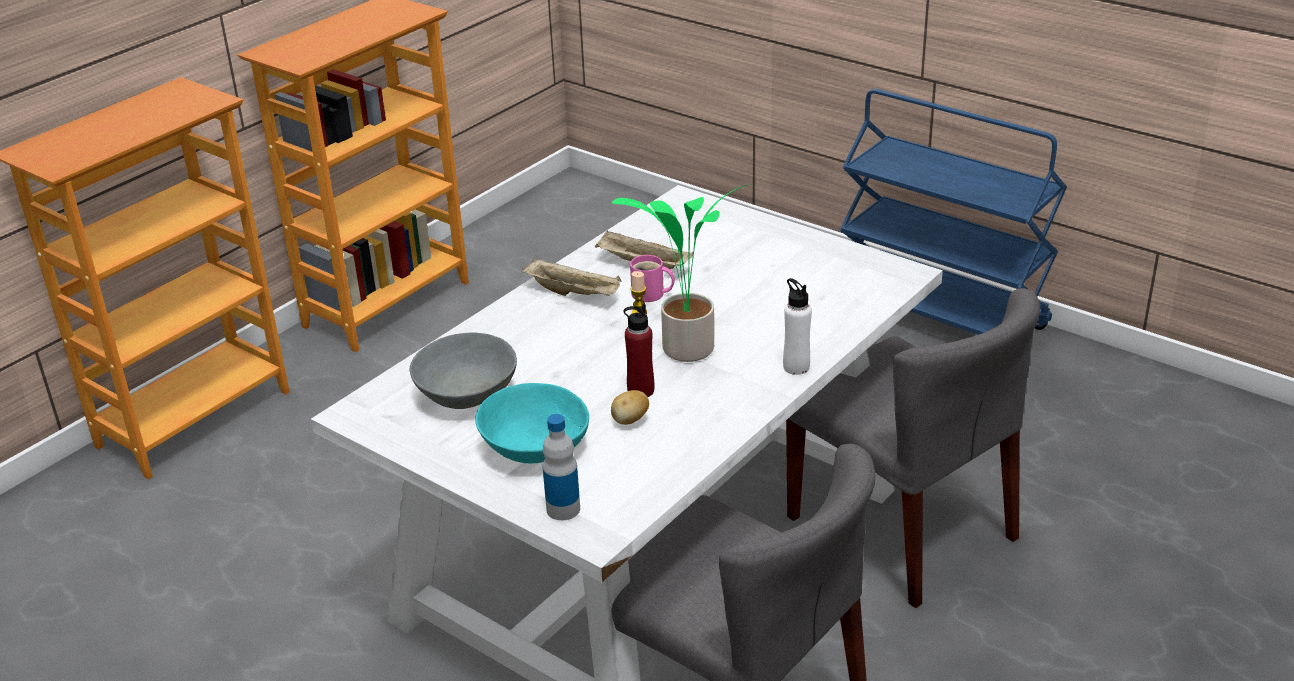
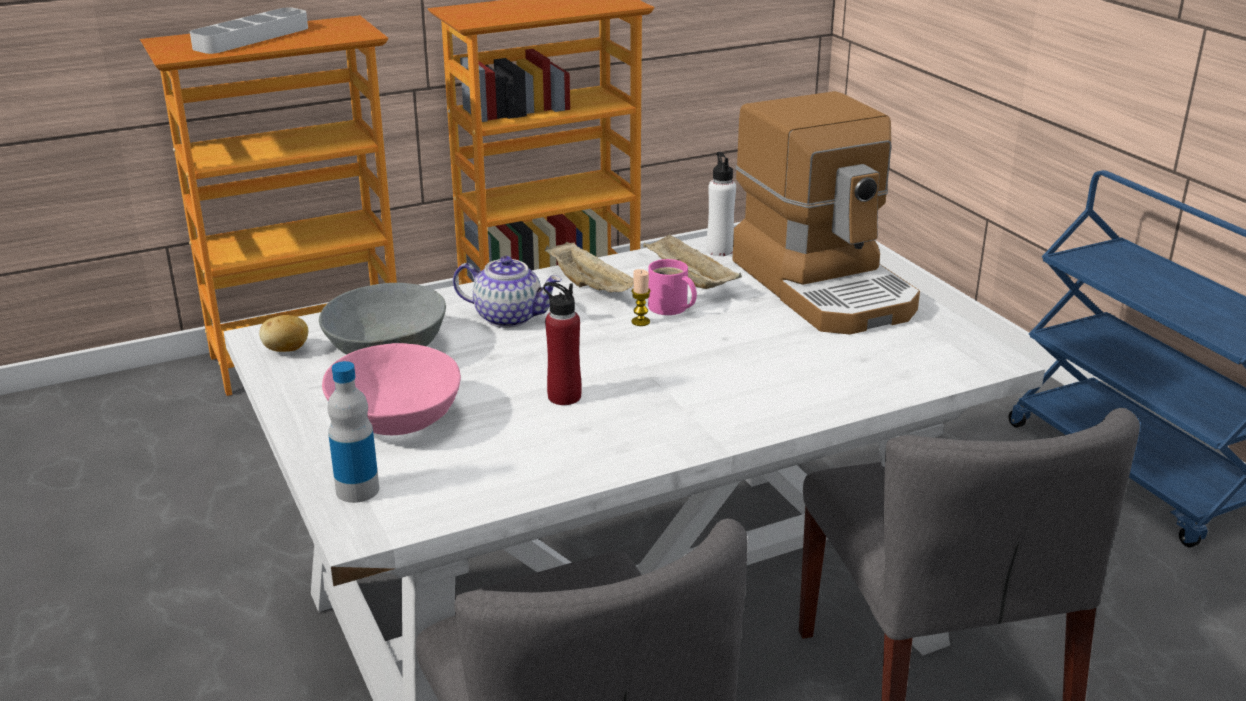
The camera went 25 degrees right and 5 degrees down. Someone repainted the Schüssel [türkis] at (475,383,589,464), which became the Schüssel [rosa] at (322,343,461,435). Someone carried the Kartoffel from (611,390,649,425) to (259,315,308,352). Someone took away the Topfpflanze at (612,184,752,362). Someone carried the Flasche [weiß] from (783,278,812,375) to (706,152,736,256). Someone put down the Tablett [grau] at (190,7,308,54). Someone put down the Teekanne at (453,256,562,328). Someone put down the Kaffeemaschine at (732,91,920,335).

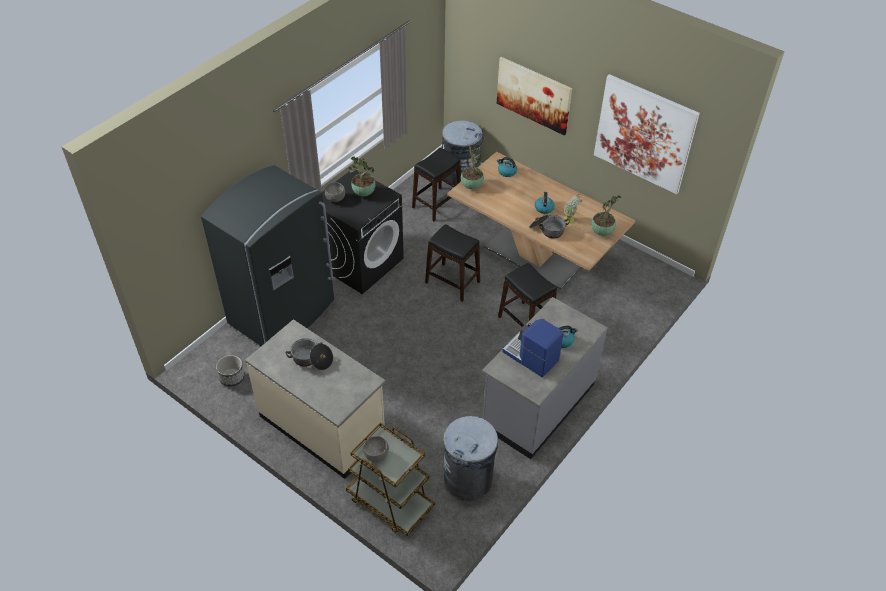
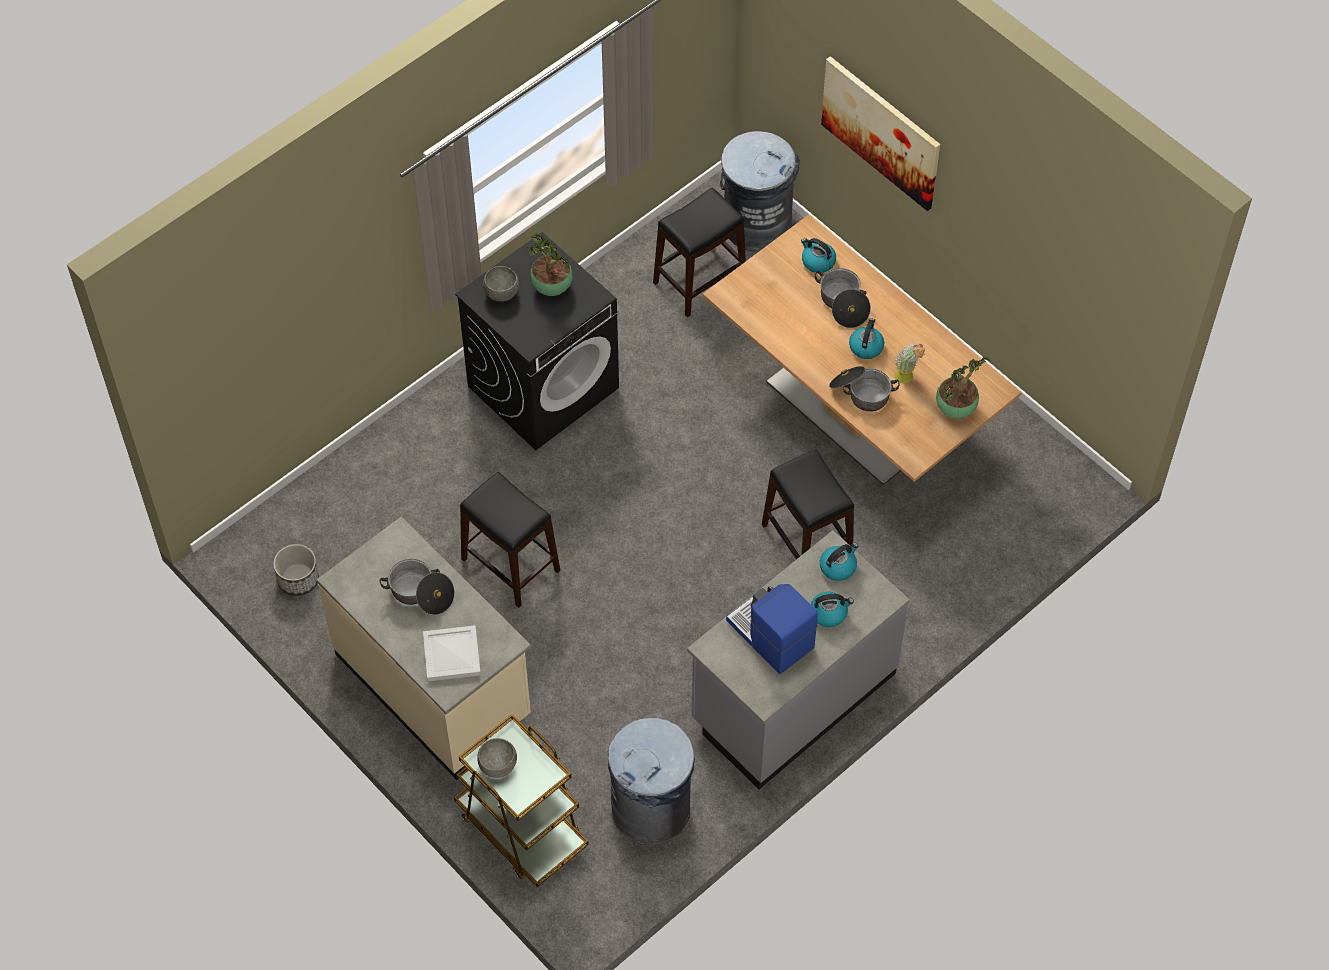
The camera went 10 degrees right and 10 degrees up. Someone took away the Kühlschrank [grau] at (201,165,334,346). Someone carried the Hocker [schwarz] from (425,224,480,302) to (460,472,560,608). Someone took away the Topfpflanze at (461,146,484,189). Someone took away the Bild at (594,74,700,194). Someone put down the Tablett [weiß] at (423,625,481,681). Someone put down the Kochtopf at (815,268,871,328). Someone put down the Wasserkessel at (820,542,858,581).

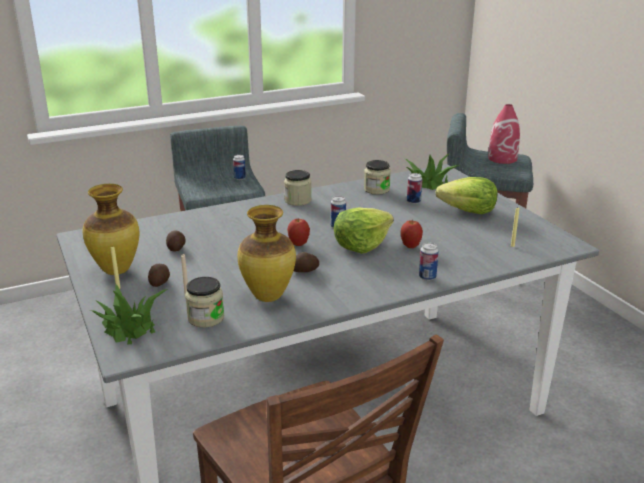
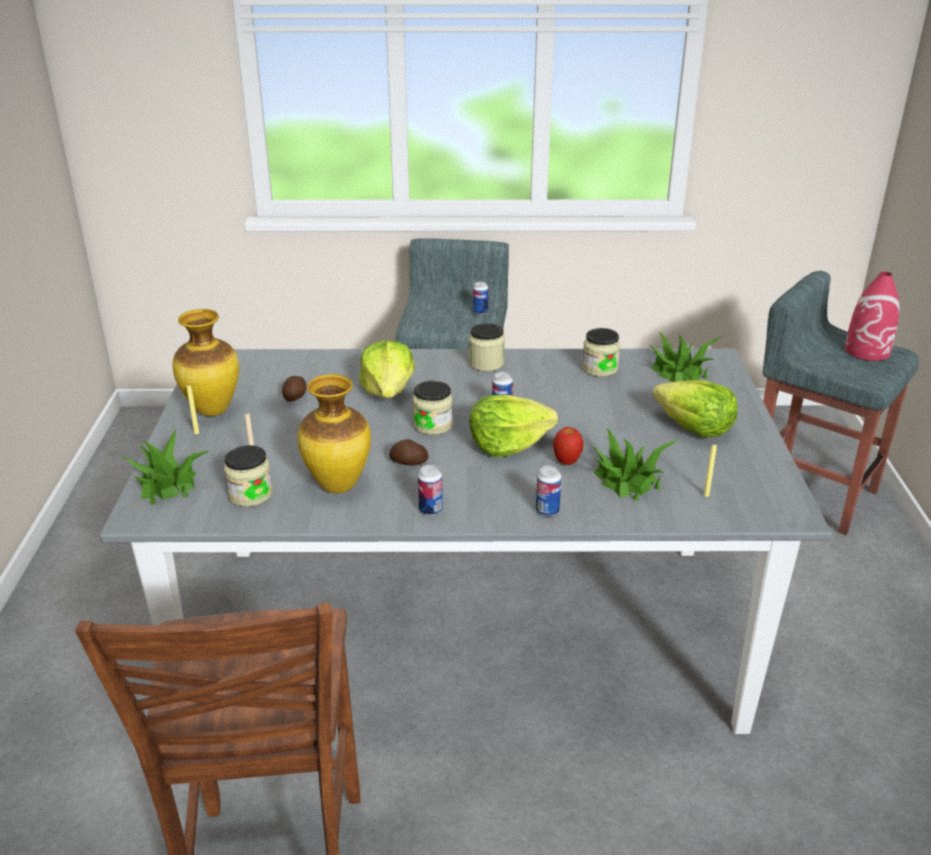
The camera went 25 degrees right and 5 degrees up. Someone took away the Kartoffel at (148,263,170,287). Someone swapped the Apfel at (287,219,310,246) for the Vorratsglas at (412,381,453,435). Someone carried the Dose from (407,173,423,204) to (418,465,443,516). Someone put down the Salatkopf at (359,340,415,398). Someone put down the Topfpflanze at (593,429,678,501).

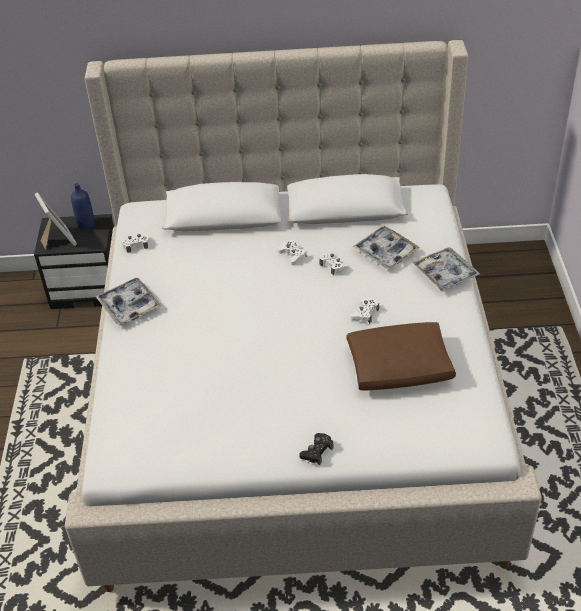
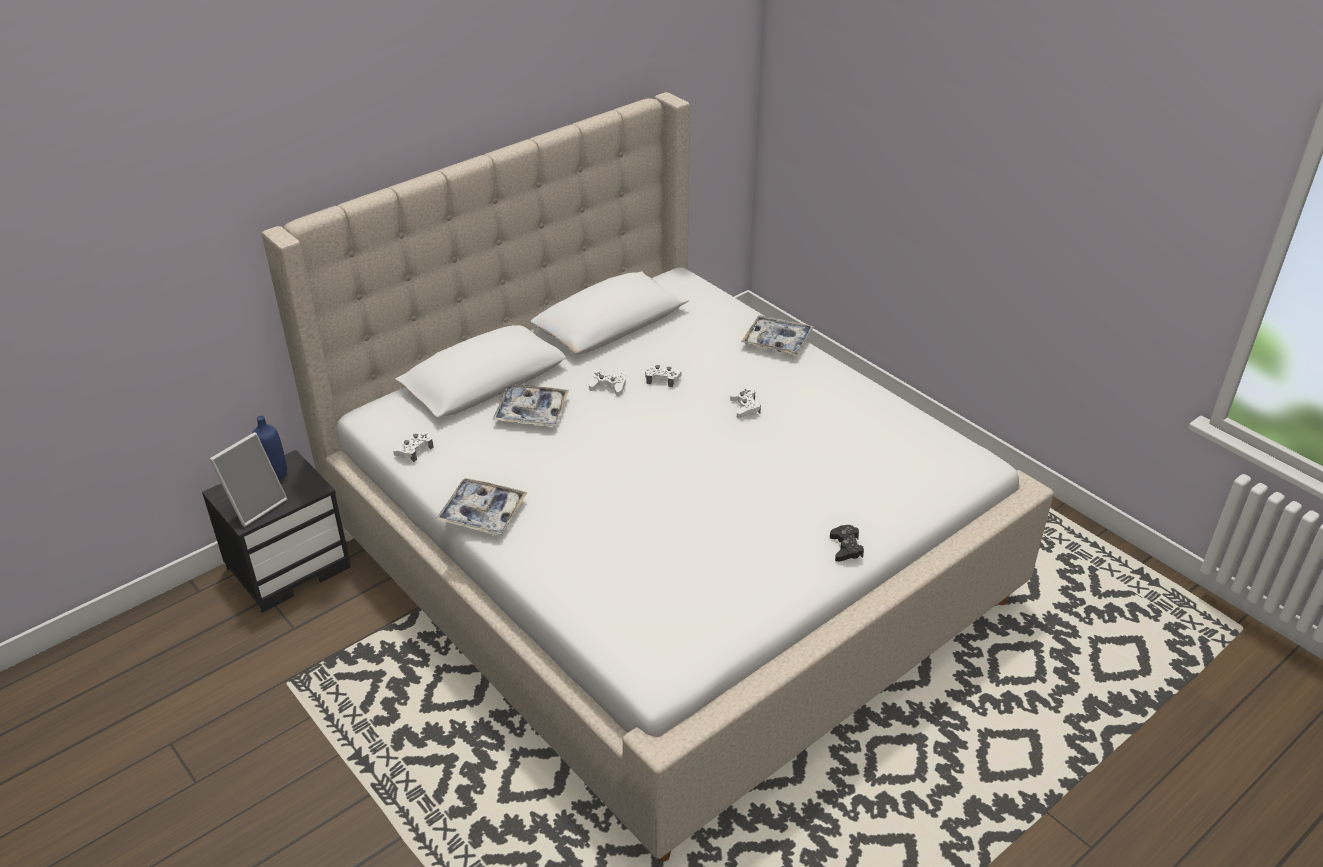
The camera went 40 degrees left and 5 degrees down. Someone rotated the Bilderrahmen at (34,192,77,250) by 105 degrees clockwise. Someone took away the Kissen [braun] at (347,322,456,391). Someone carried the Tablett from (353,226,420,269) to (493,384,569,427).

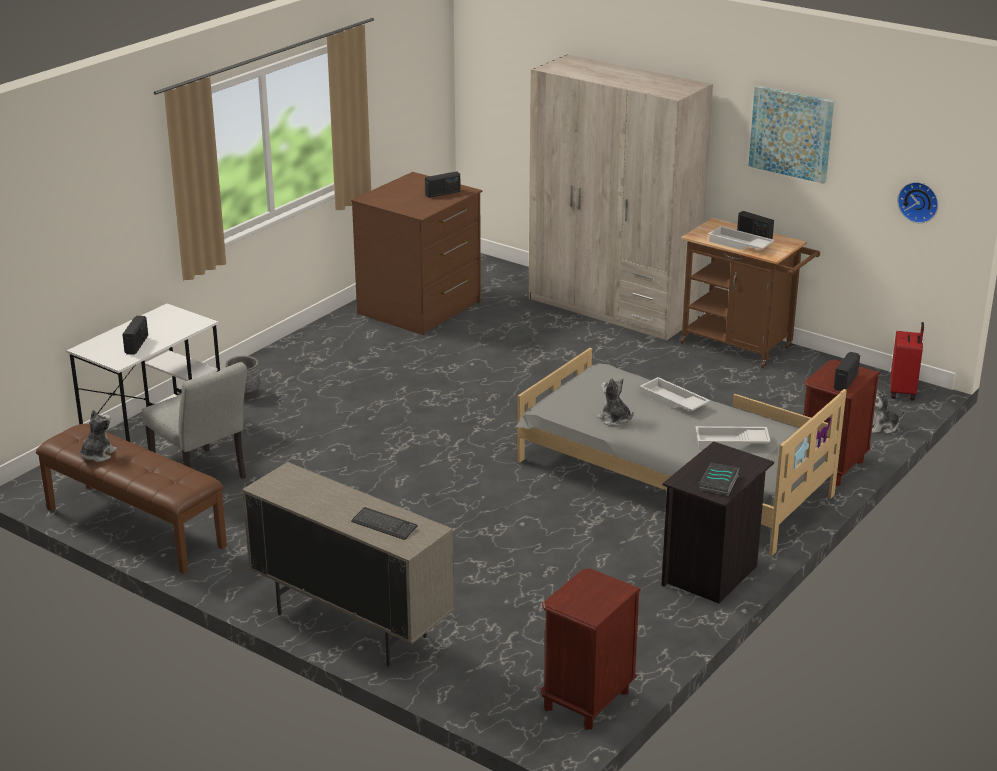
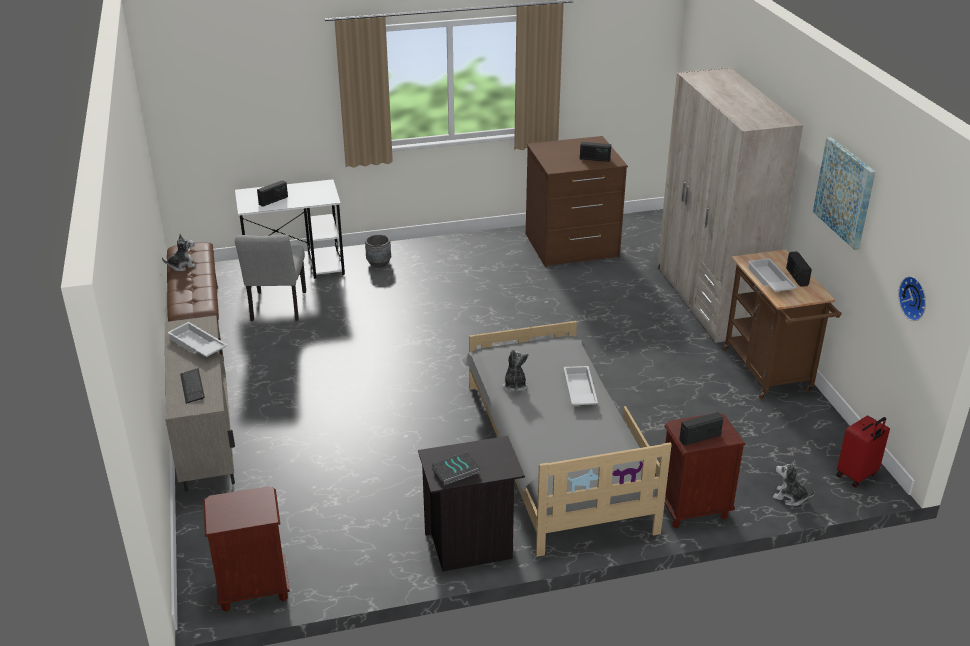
The camera went 40 degrees right and 5 degrees up. Someone carried the Tablett [weiß] from (695,426,771,449) to (167,322,227,357).

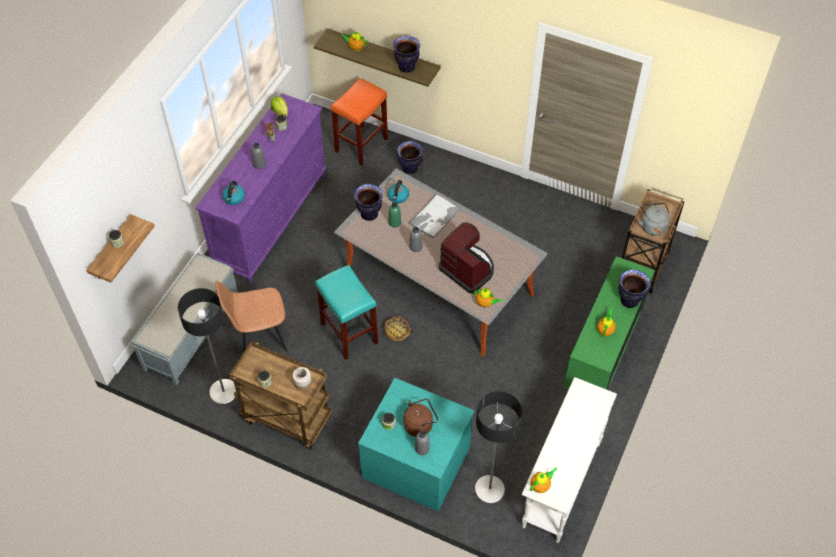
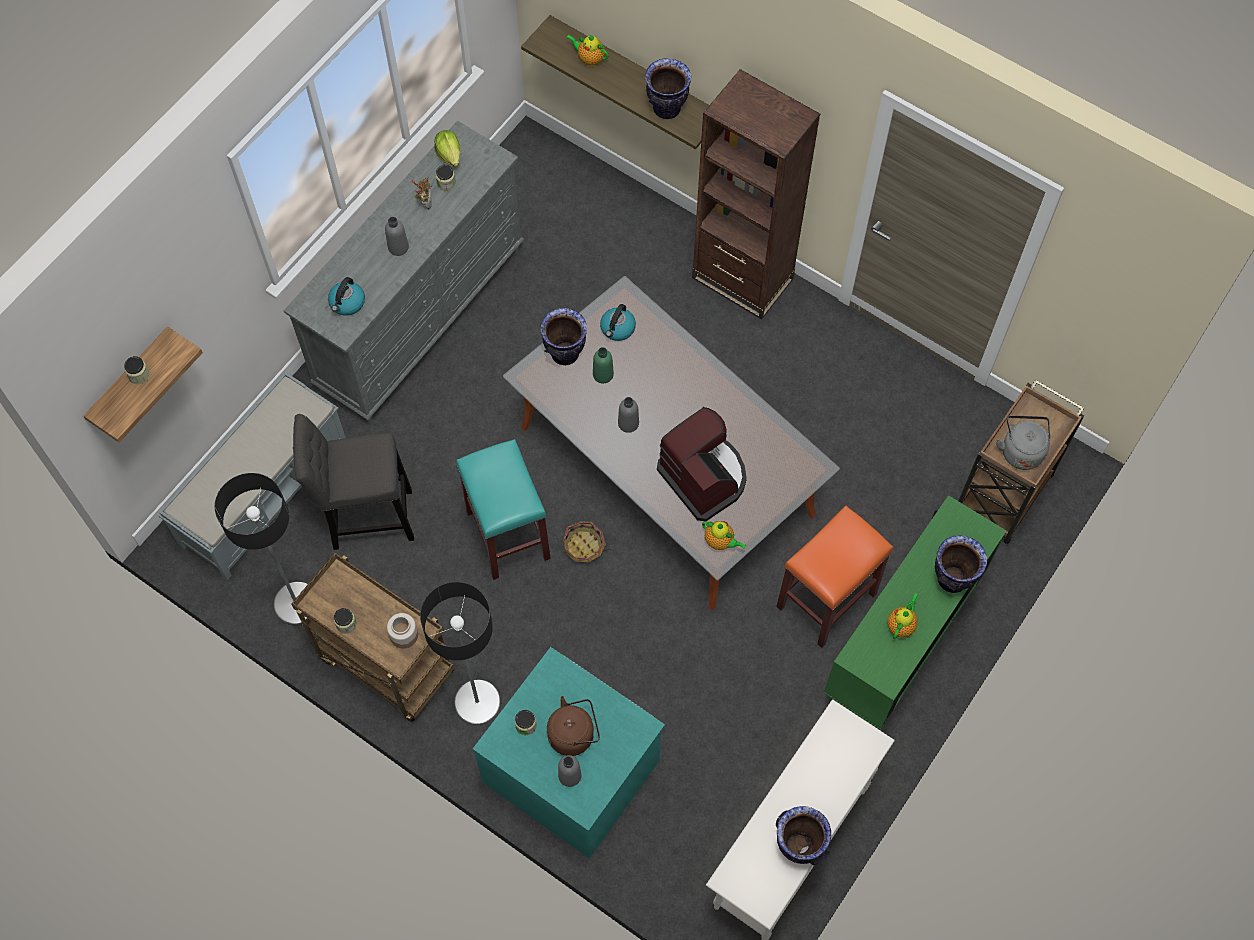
The camera went 10 degrees right and 10 degrees up. Someone repainted the Kommode [lila] at (195,93,327,284), which became the Kommode [grau] at (284,121,524,424). Someone swapped the Stuhl [braun] at (215,281,287,352) for the Hocker [grau] at (293,414,414,550). Someone carried the Hocker [orange] from (331,78,388,166) to (776,506,893,648). Someone carried the Vase from (397,141,423,174) to (776,806,831,865). Someone took away the Tablett at (409,194,461,239). Someone carried the Stehlampe from (474,391,522,504) to (420,582,501,725). Someone took away the Teekanne at (530,467,557,493). Someone put down the Bücherregal [braun] at (692,69,820,320).

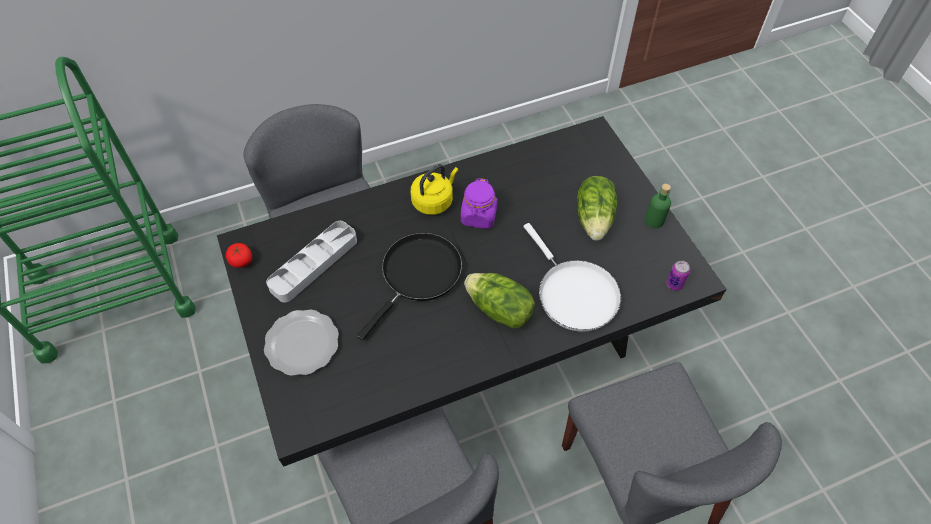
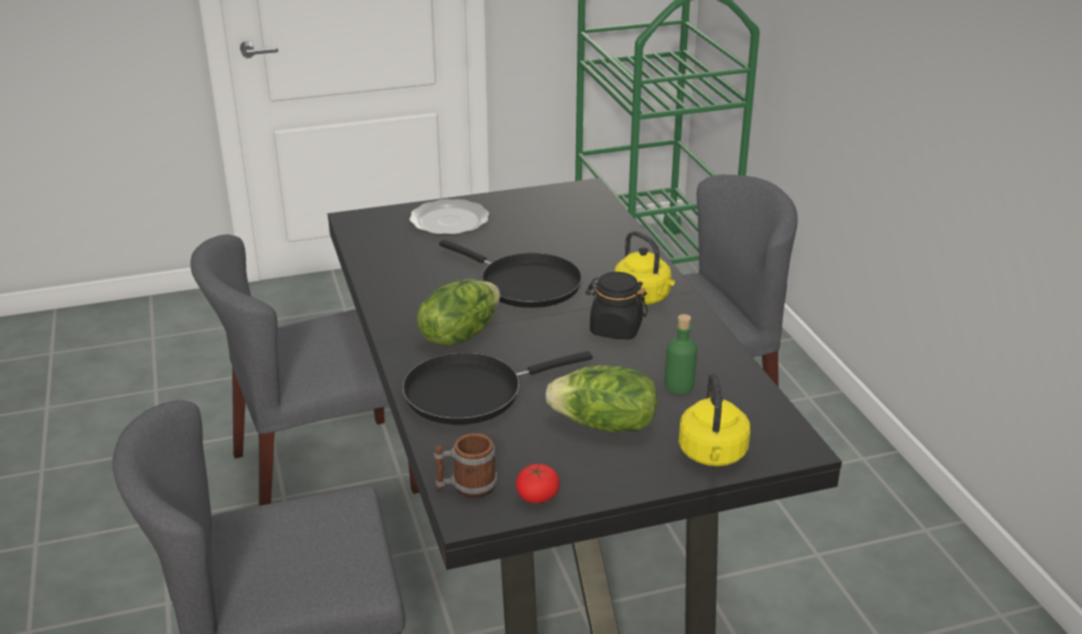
The camera went 95 degrees right and 25 degrees down. Someone carried the Tomate from (226,243,252,268) to (516,464,560,503). Someone took away the Tablett [grau] at (266,221,357,303). Someone repainted the Vorratsglas [lila] at (461,178,498,229), which became the Vorratsglas [schwarz] at (585,272,648,340). Someone repainted the Pfanne [weiß] at (523,223,621,332), which became the Pfanne [schwarz] at (402,351,593,425). Someone carried the Flasche [grün] from (645,184,671,228) to (664,314,697,394). Someone swapped the Dose at (666,260,690,291) for the Henkelbecher at (434,433,497,498). Someone put down the Wasserkessel [gelb] at (679,373,750,466).

